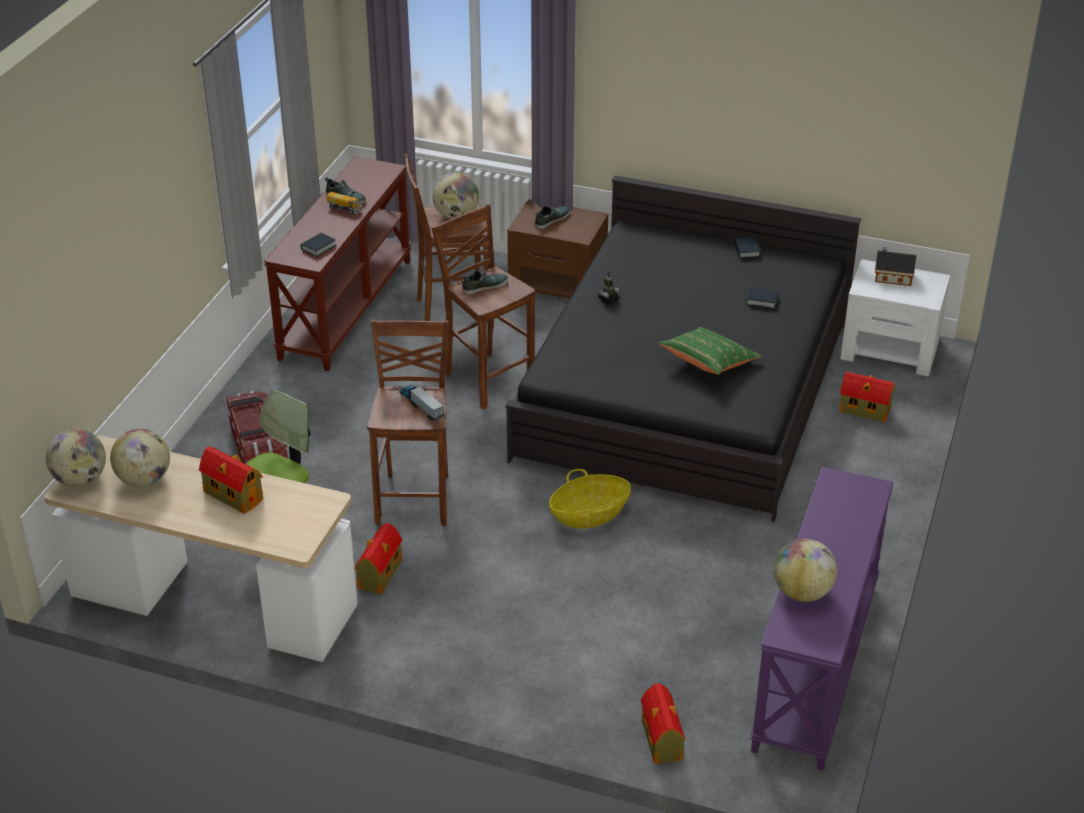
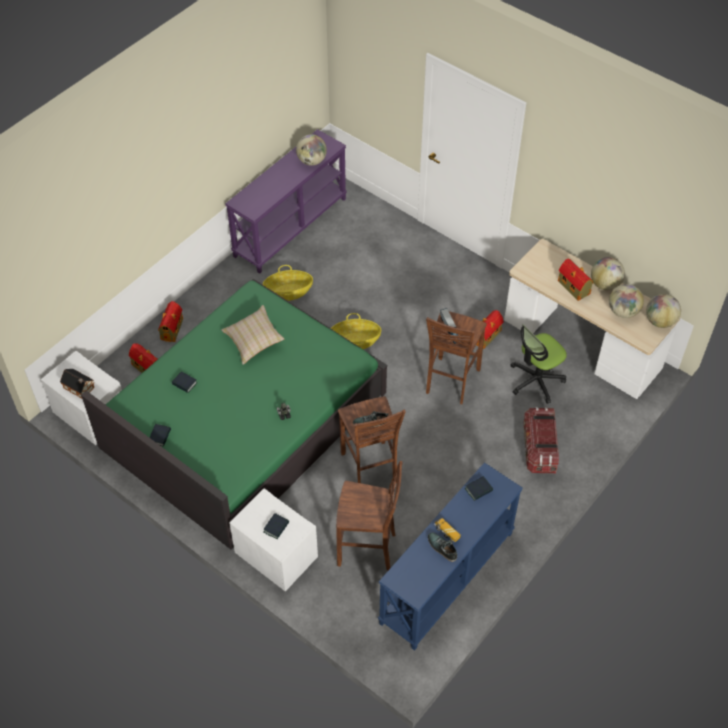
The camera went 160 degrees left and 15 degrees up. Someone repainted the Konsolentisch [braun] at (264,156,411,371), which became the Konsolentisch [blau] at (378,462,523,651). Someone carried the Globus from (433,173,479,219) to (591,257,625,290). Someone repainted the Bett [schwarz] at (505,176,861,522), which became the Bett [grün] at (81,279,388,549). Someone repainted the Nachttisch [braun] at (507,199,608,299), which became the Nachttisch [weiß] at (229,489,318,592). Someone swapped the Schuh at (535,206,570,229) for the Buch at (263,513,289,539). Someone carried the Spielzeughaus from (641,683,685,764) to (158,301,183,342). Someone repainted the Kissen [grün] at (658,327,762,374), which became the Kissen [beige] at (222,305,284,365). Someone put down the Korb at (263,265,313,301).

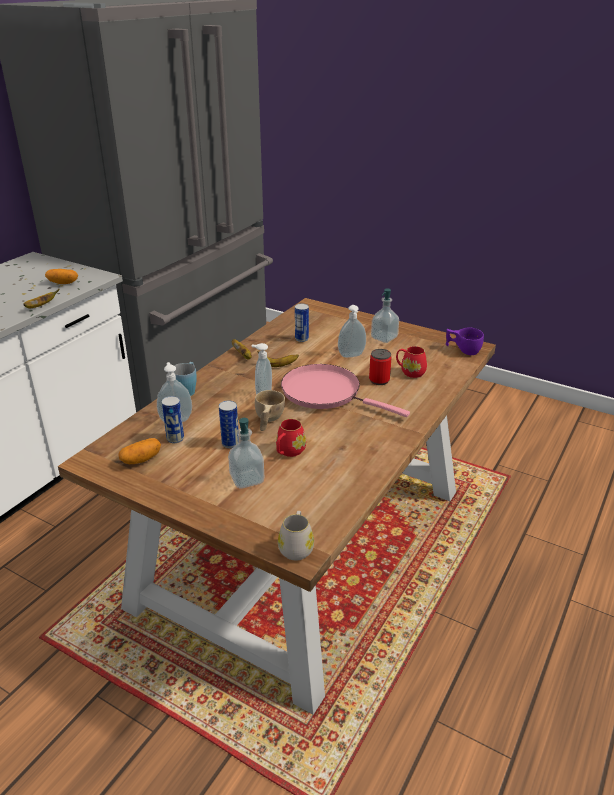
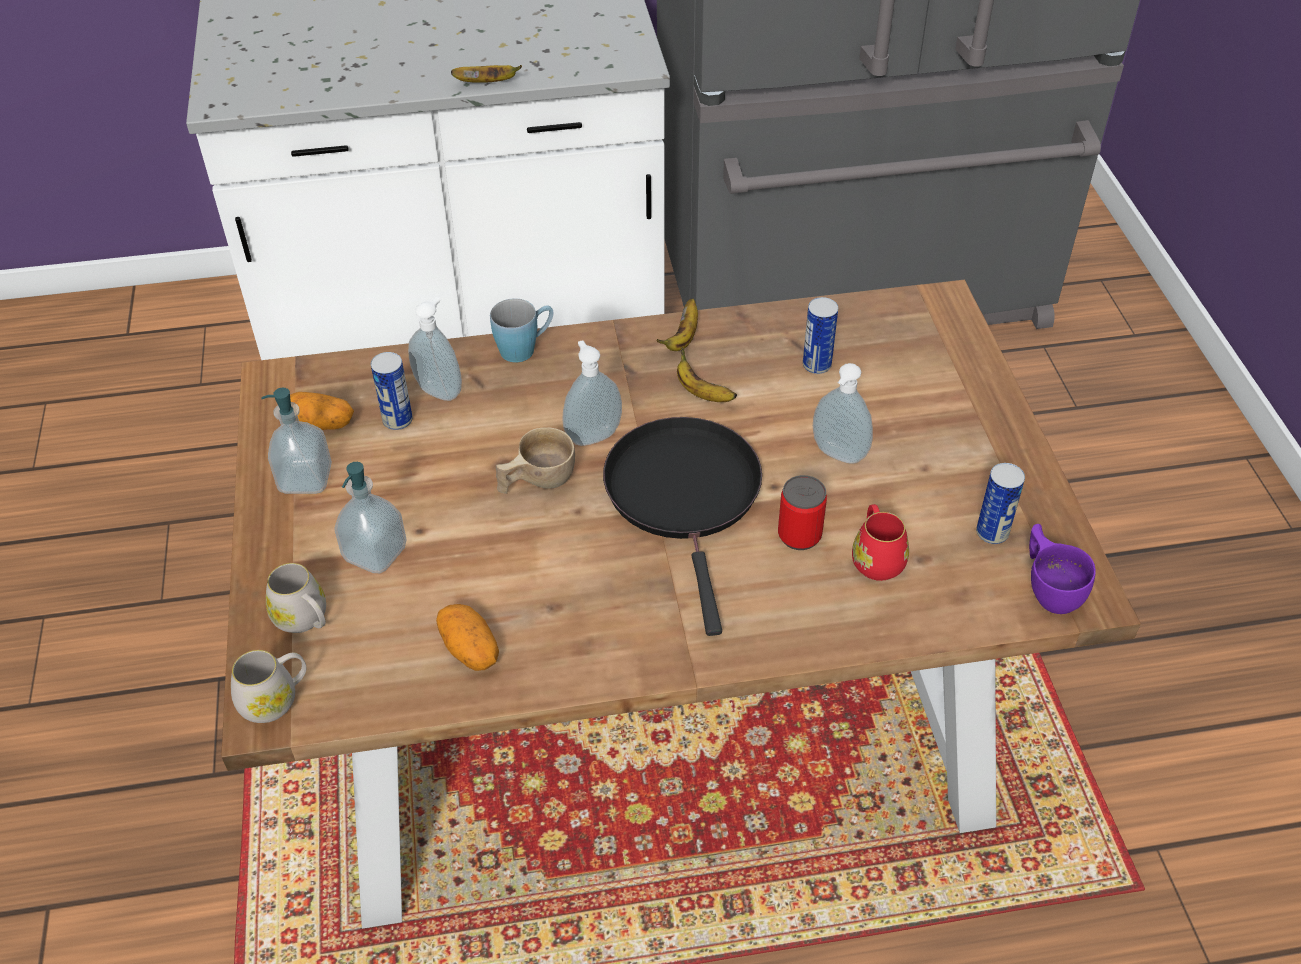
The camera went 50 degrees right and 15 degrees up. Someone carried the Kartoffel from (45,269,78,284) to (436,604,499,671). Someone carried the Dose from (219,401,239,448) to (976,463,1025,544). Someone took away the Henkelbecher [rot] at (276,419,306,457). Someone repainted the Pfanne [rosa] at (281,364,410,417), which became the Pfanne [schwarz] at (603,417,762,636). Someone carried the Seifenspender from (371,288,399,343) to (261,388,332,494). Someone put down the Henkelbecher [weiß] at (266,563,326,633).

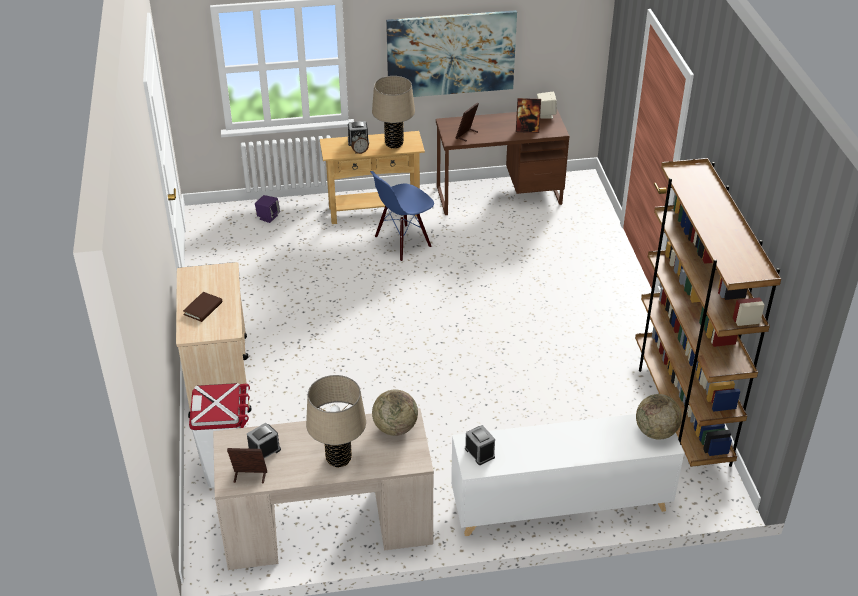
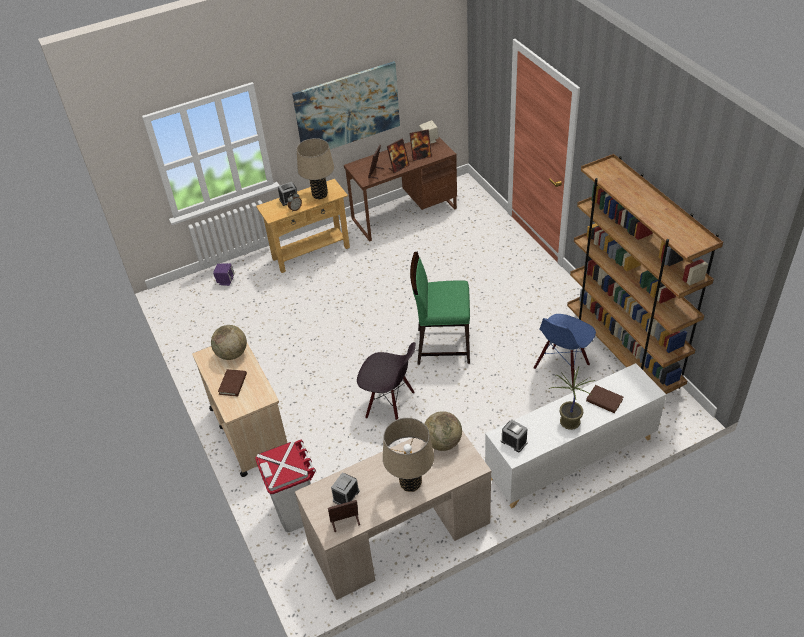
The camera went 15 degrees left and 5 degrees up. Someone carried the Stuhl [blau] from (370,171,434,262) to (534,314,596,387). Someone carried the Globus from (636,394,682,440) to (211,325,247,360). Someone put down the Stuhl [schwarz] at (357,342,416,420). Someone put down the Bilderrahmen at (387,139,409,173). Someone put down the Stuhl [grün] at (410,252,470,365). Someone put down the Topfpflanze at (549,367,595,430). Someone put down the Buch [braun] at (586,385,623,413).

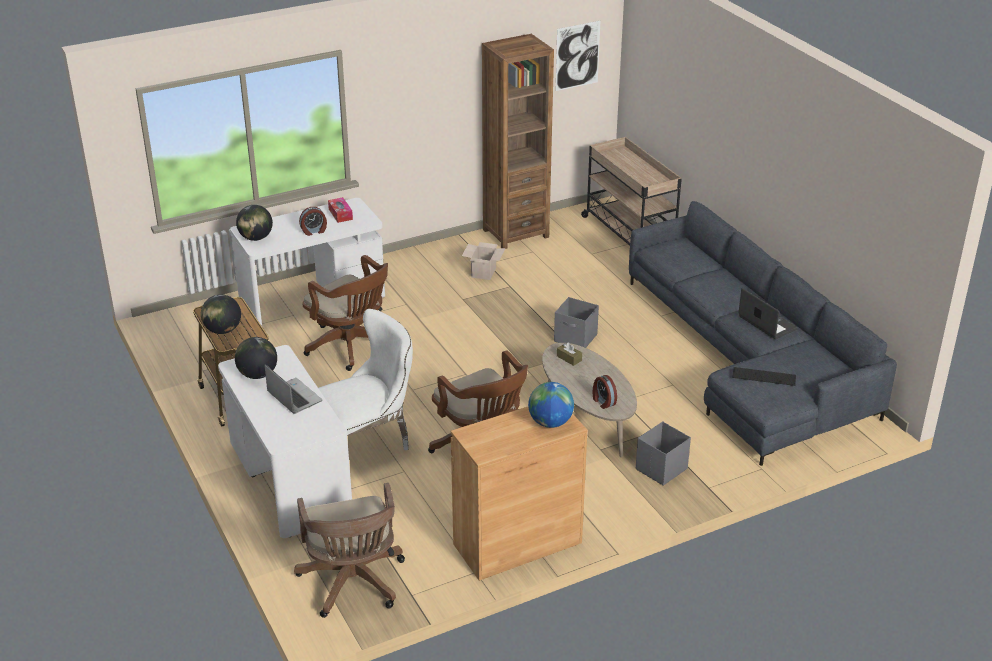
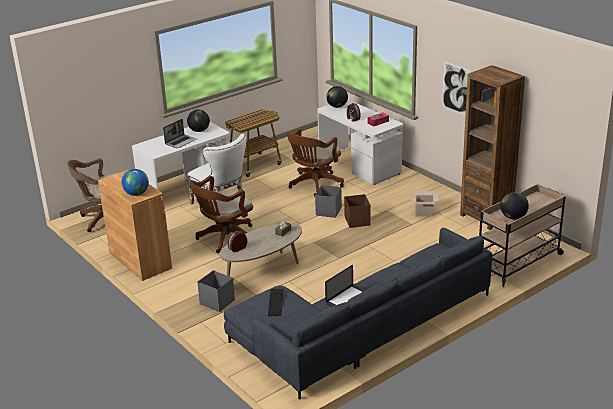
The camera went 80 degrees right and 5 degrees down. Someone carried the Globus from (201,294,241,334) to (501,192,529,219). Someone carried the Aufbewahrungsbox [grau] from (554,297,599,348) to (315,185,342,218). Someone carried the Bild from (556,21,600,91) to (442,61,471,115). Someone put down the Aufbewahrungsbox [braun] at (344,194,370,228).

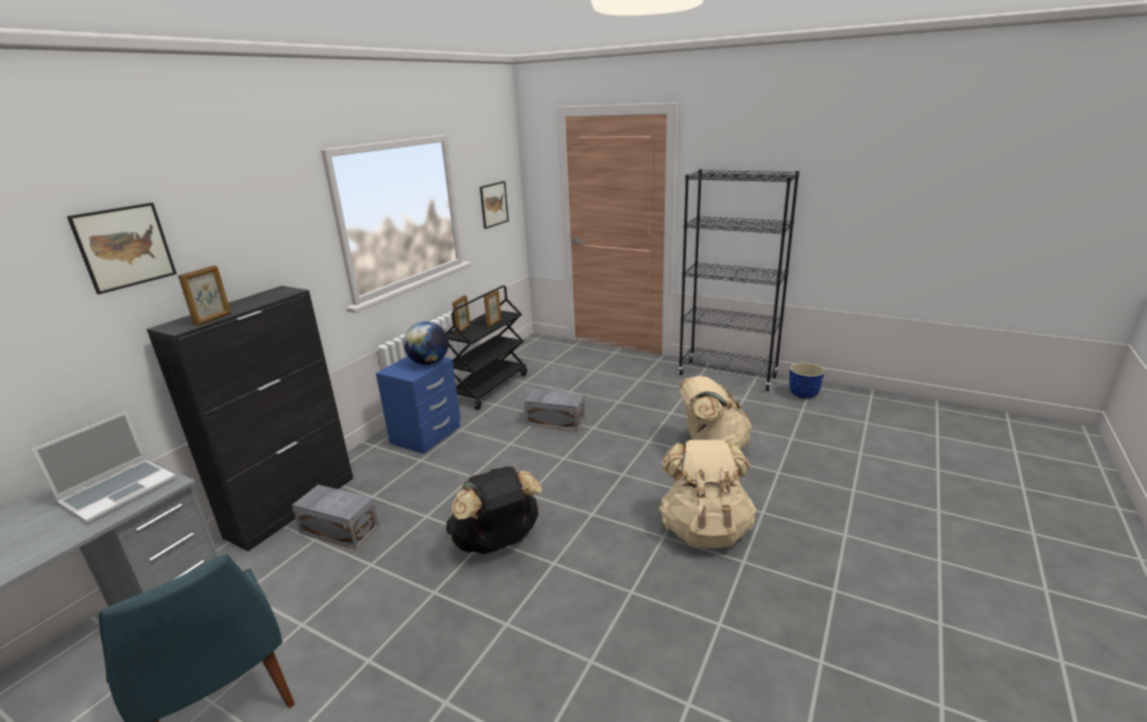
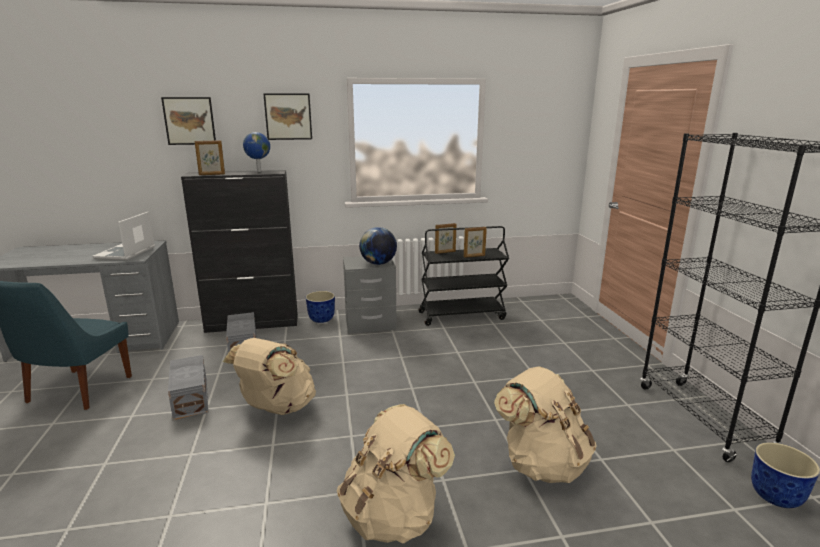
The camera went 50 degrees right and 5 degrees down. Someone rotated the Laptop at (32,411,177,523) by 105 degrees clockwise. Someone repainted the Nachttisch [blau] at (376,356,461,454), which became the Nachttisch [grau] at (343,256,396,333). Someone repainted the Rucksack [schwarz] at (446,466,542,554), which became the Rucksack [beige] at (223,338,316,415). Someone carried the Bild from (480,181,509,229) to (263,93,312,140). Someone carried the Aufbewahrungsbox [grau] from (524,389,585,431) to (168,355,209,420). Someone put down the Globus at (243,132,270,172). Someone put down the Pflanzkübel at (306,291,335,323).

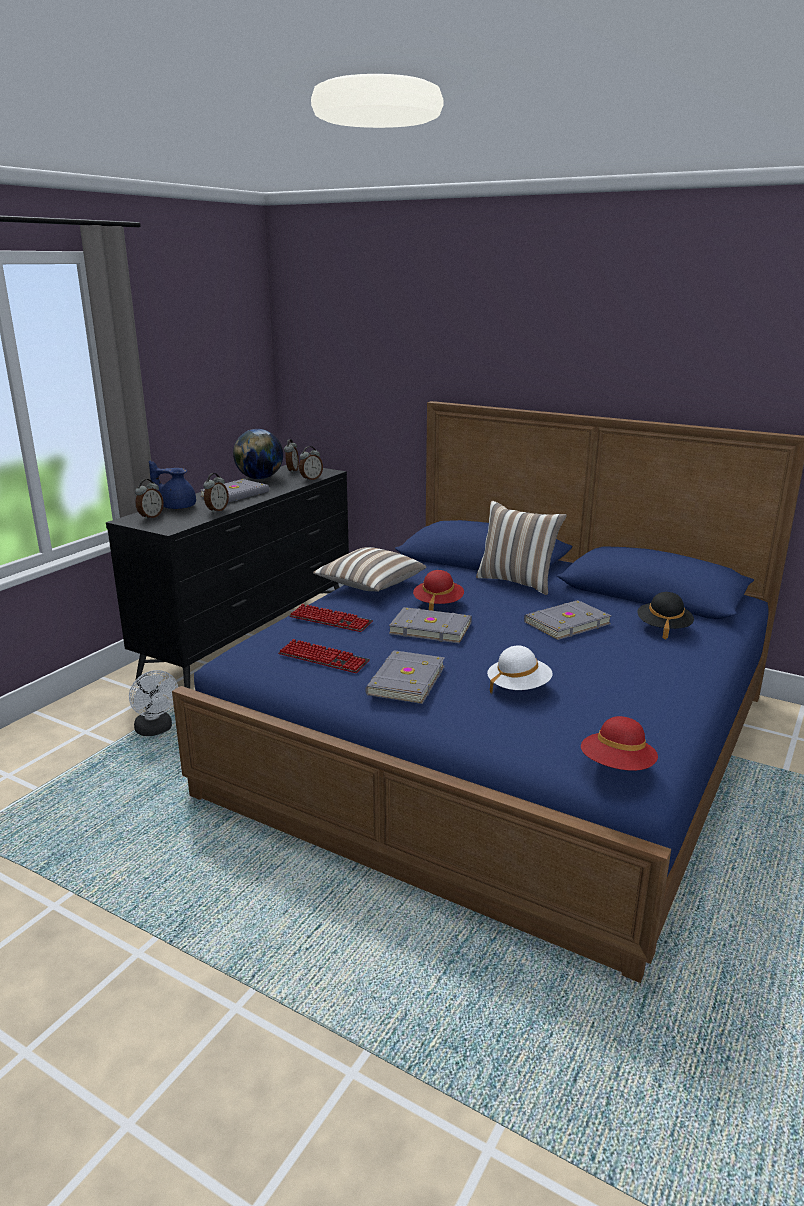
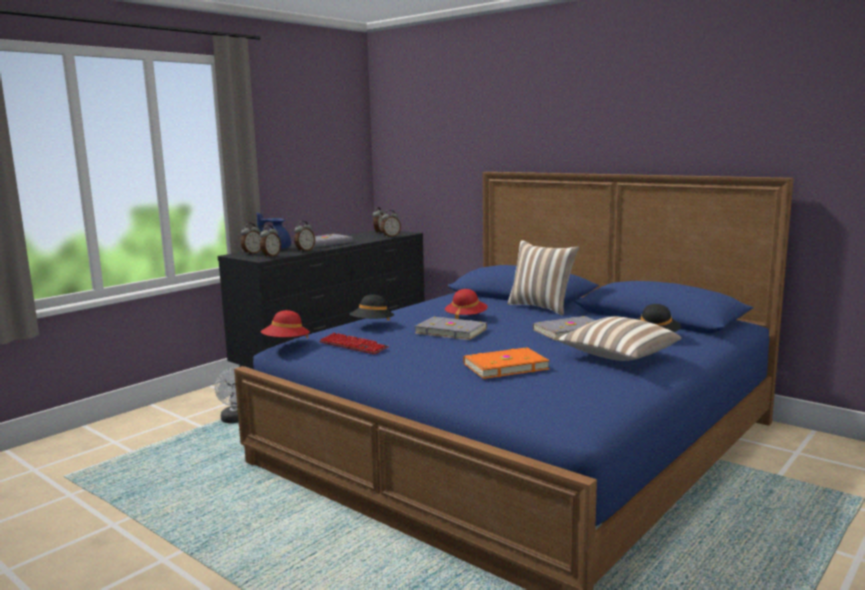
The camera went 10 degrees right and 10 degrees down. Someone took away the Globus at (233,429,283,479). Someone swapped the Tastatur at (289,604,373,632) for the Hut [schwarz] at (349,295,394,321). Someone carried the Kissen from (313,547,426,592) to (557,316,682,361). Someone took away the Buch [grau] at (365,650,445,704). Someone swapped the Hut [weiß] at (487,645,553,694) for the Buch [orange] at (463,347,550,379). Someone carried the Hut [rot] from (581,716,658,771) to (261,310,310,339). Someone put down the Wecker at (260,225,281,258).

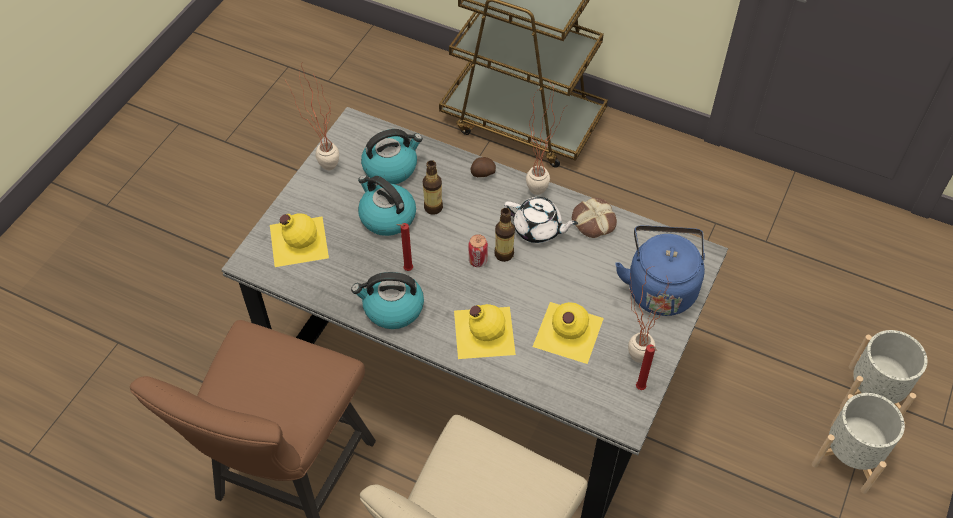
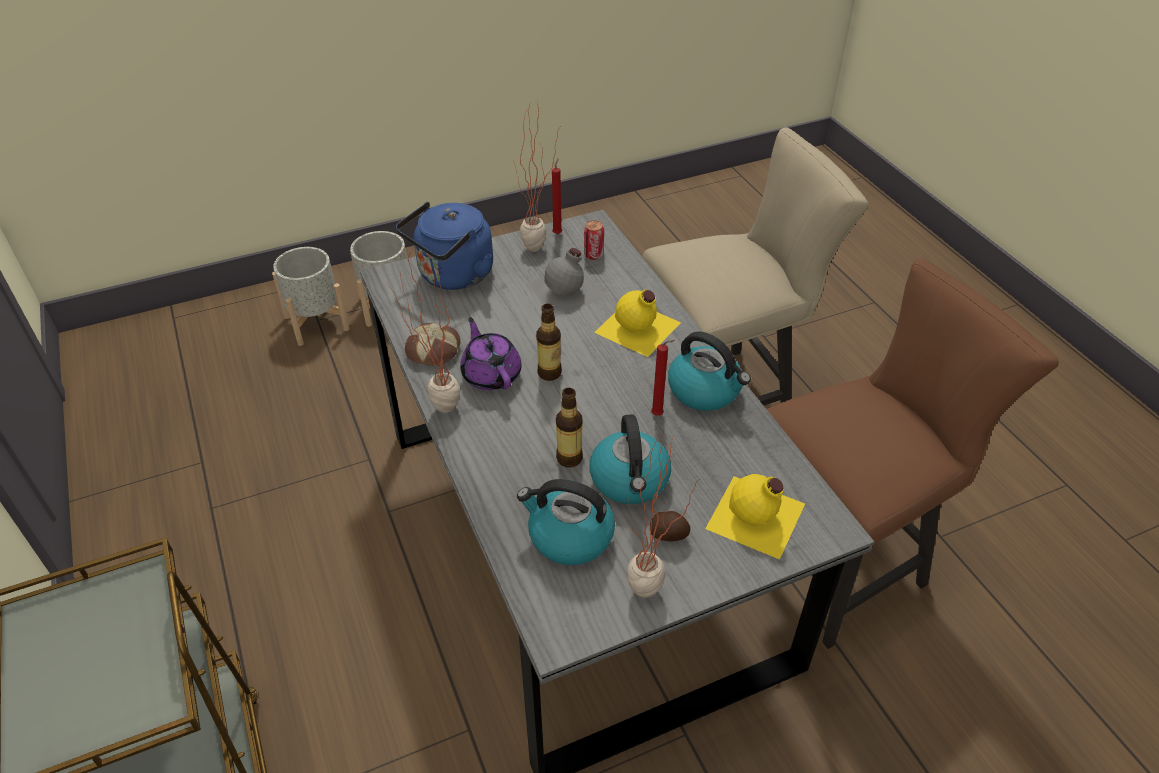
The camera went 140 degrees left and 10 degrees down. Someone carried the Dose from (468,234,488,267) to (584,220,604,260). Someone carried the Kartoffel from (470,157,496,177) to (650,511,691,542). Someone repainted the Teekanne [weiß] at (504,197,578,243), which became the Teekanne [lila] at (460,317,522,390). Someone repainted the Flasche [gelb] at (533,302,604,364), which became the Flasche [grau] at (526,248,608,317).

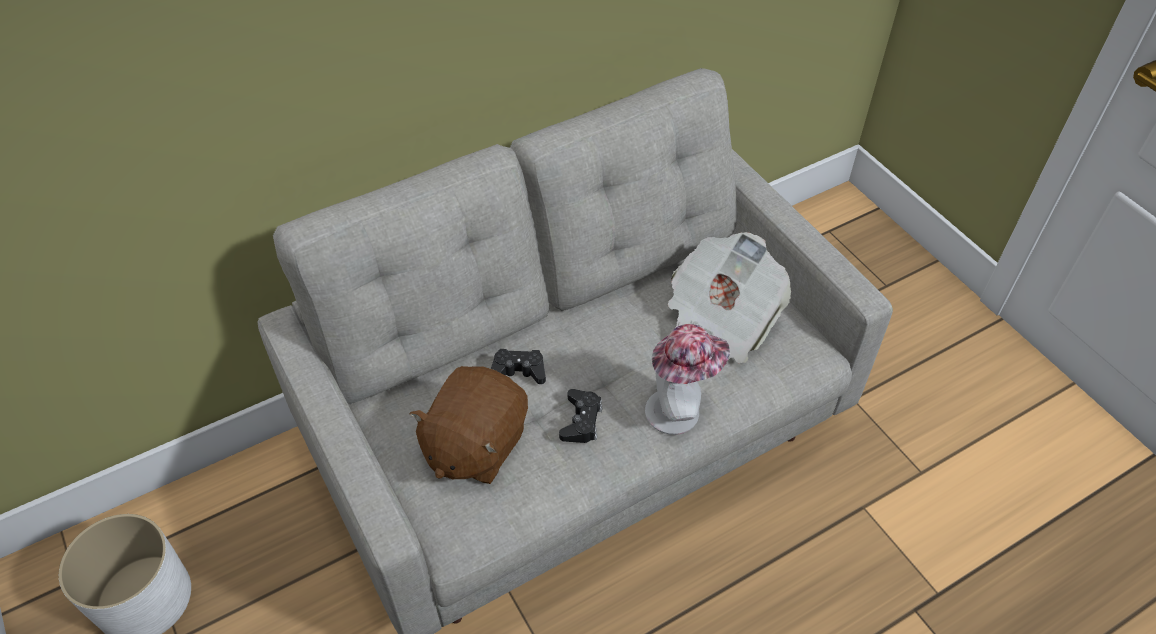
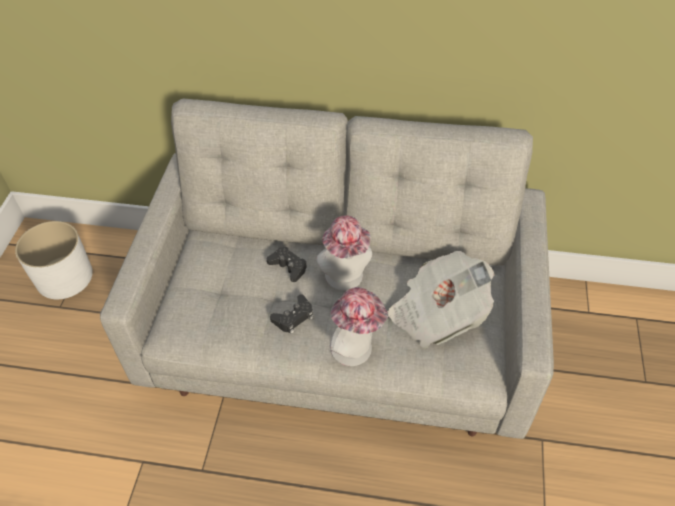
The camera went 40 degrees right and 0 degrees up. Someone took away the Plüschtier [braun] at (409,366,528,484). Someone put down the Hut at (316,215,372,291).

